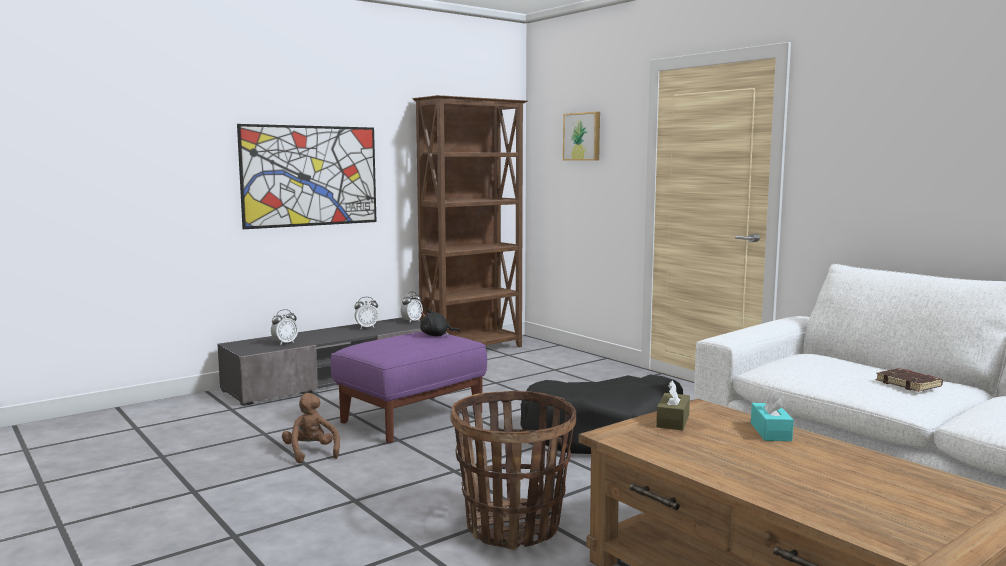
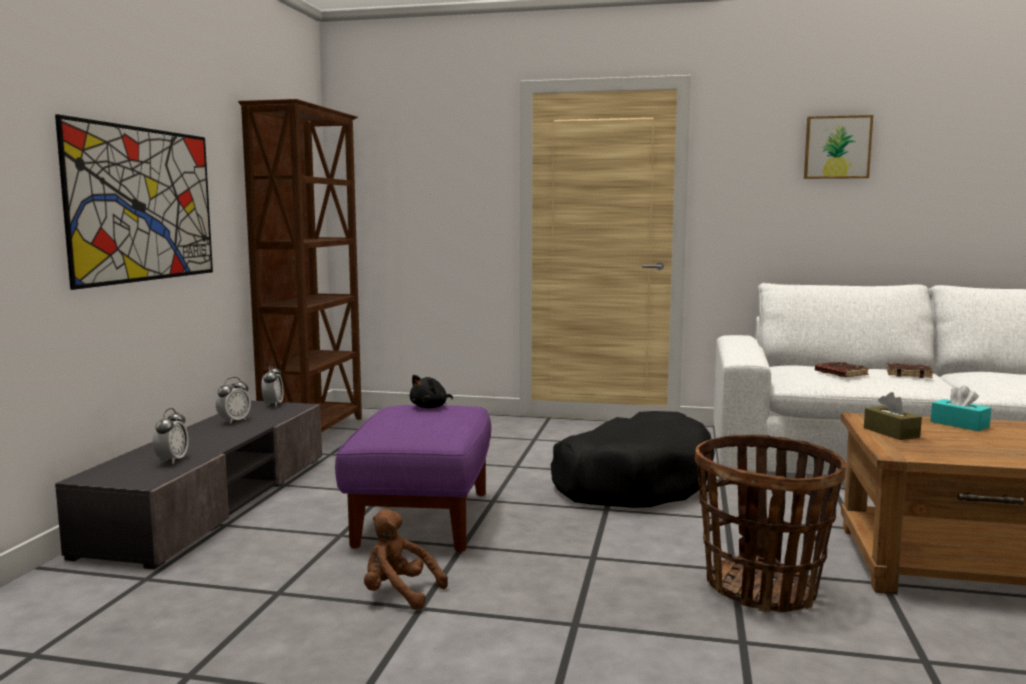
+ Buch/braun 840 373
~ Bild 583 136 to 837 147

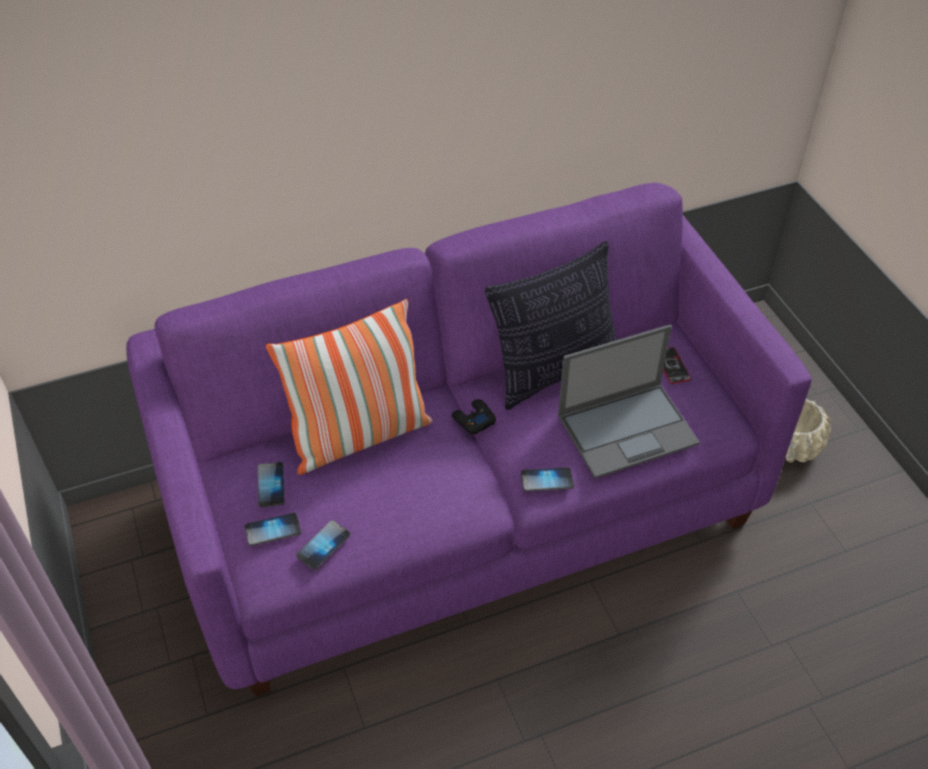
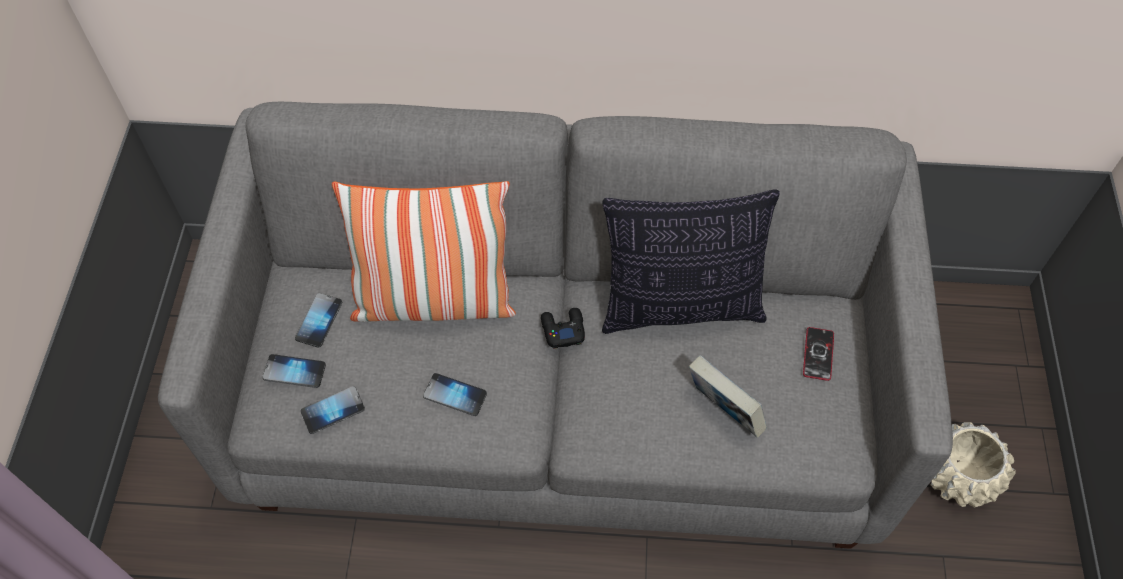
~ Handy 547 480 to 455 395
~ Laptop 628 429 to Buch 723 411
~ Sofa/lila 465 505 to Sofa/grau 563 396

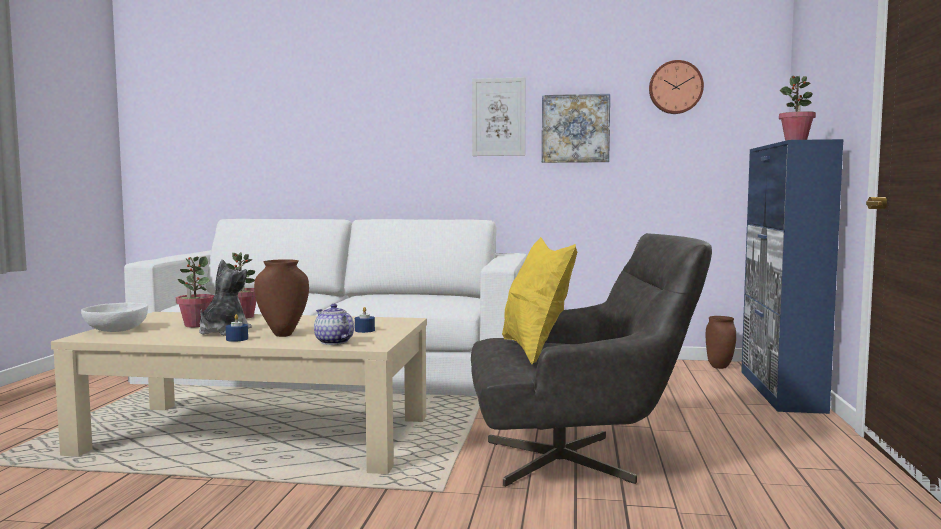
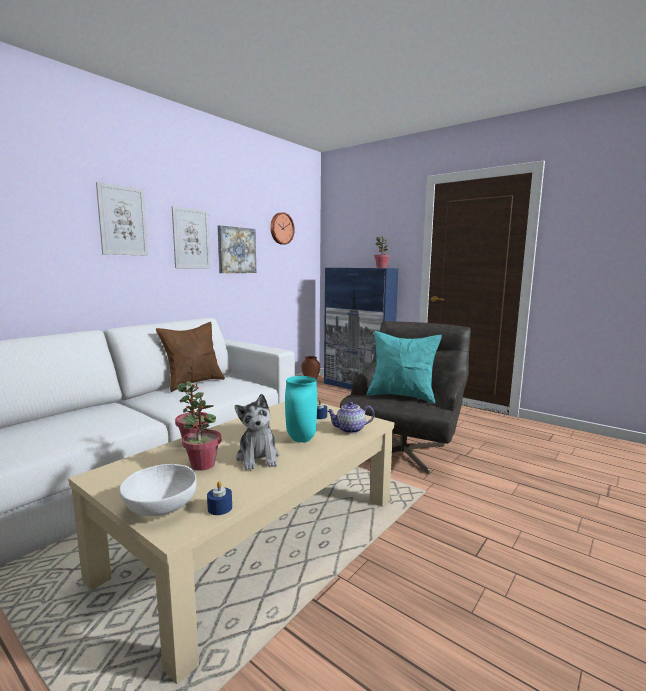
+ Bild 123 221
+ Kissen/braun 193 383
~ Kerze/blau 237 339 to 220 508
~ Vase/braun 283 335 to Vase/türkis 302 439
~ Kissen/gelb 535 350 to Kissen/türkis 402 396
~ Plüschtier 224 332 = 258 457 150 degrees counterclockwise

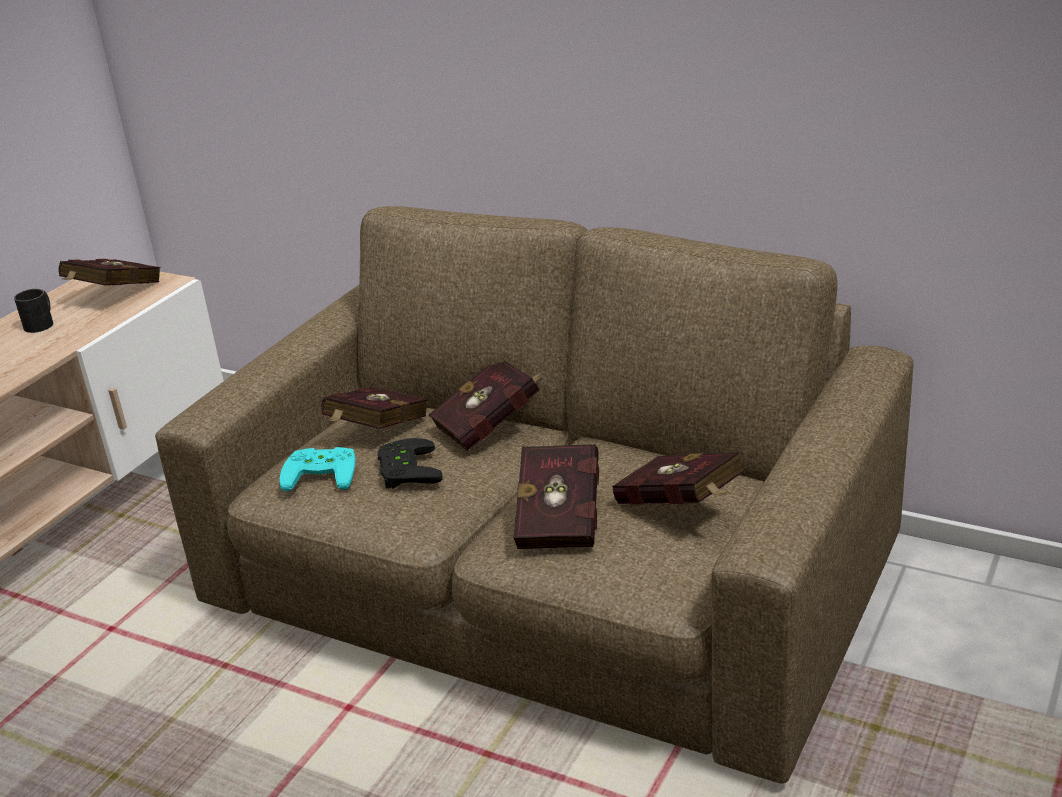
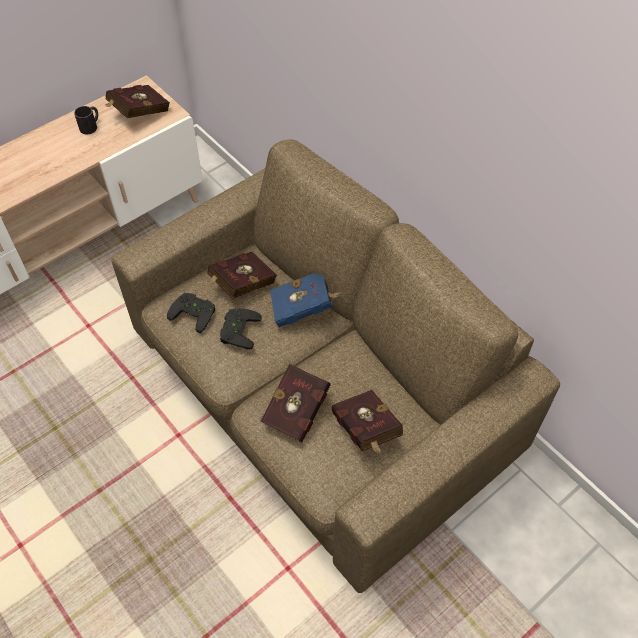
~ Gamepad/türkis 323 472 to Gamepad/schwarz 195 312
~ Buch/rot 491 426 to Buch/blau 304 309

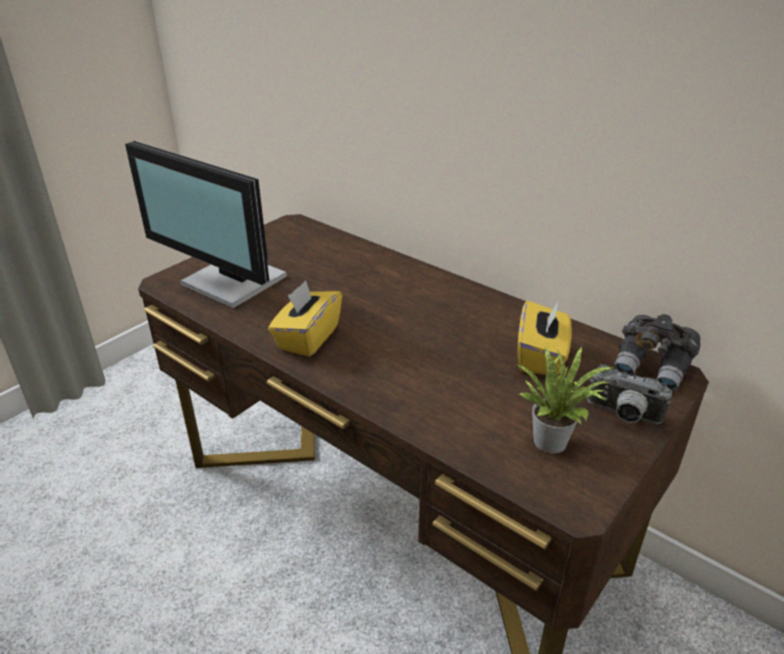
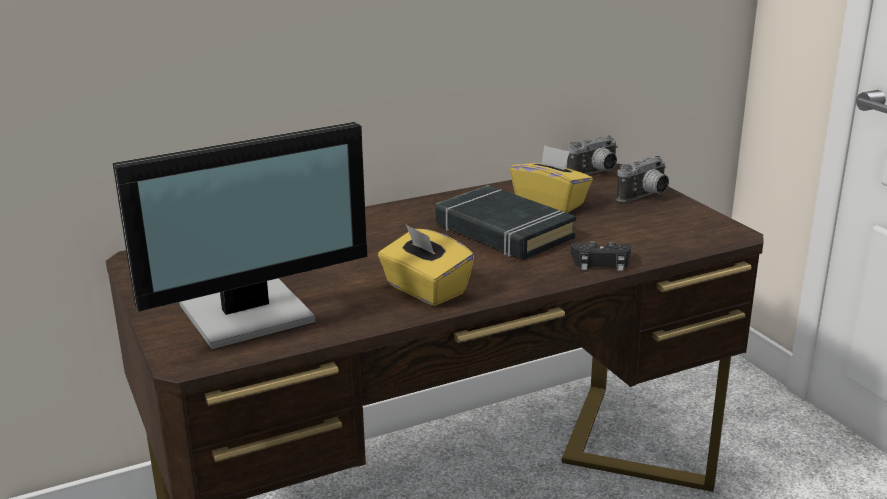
- Topfpflanze 553 439
+ Buch/schwarz 503 232
+ Gamepad/schwarz 601 262
~ Fernglas/grau 652 367 to Kamera 596 174

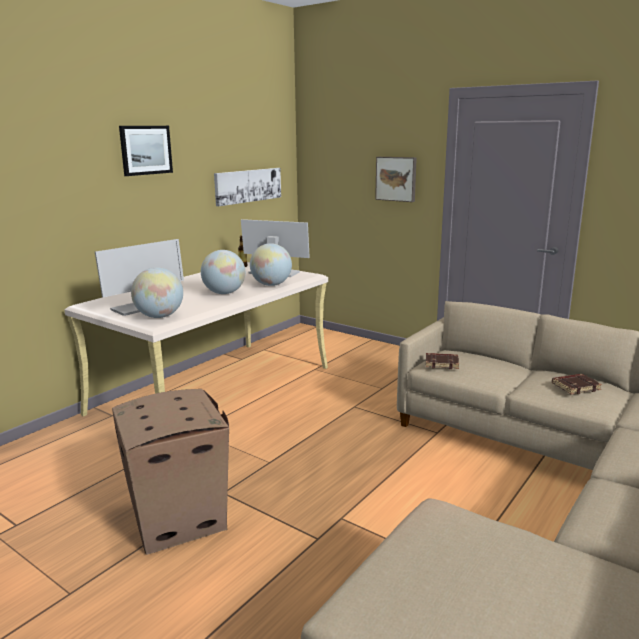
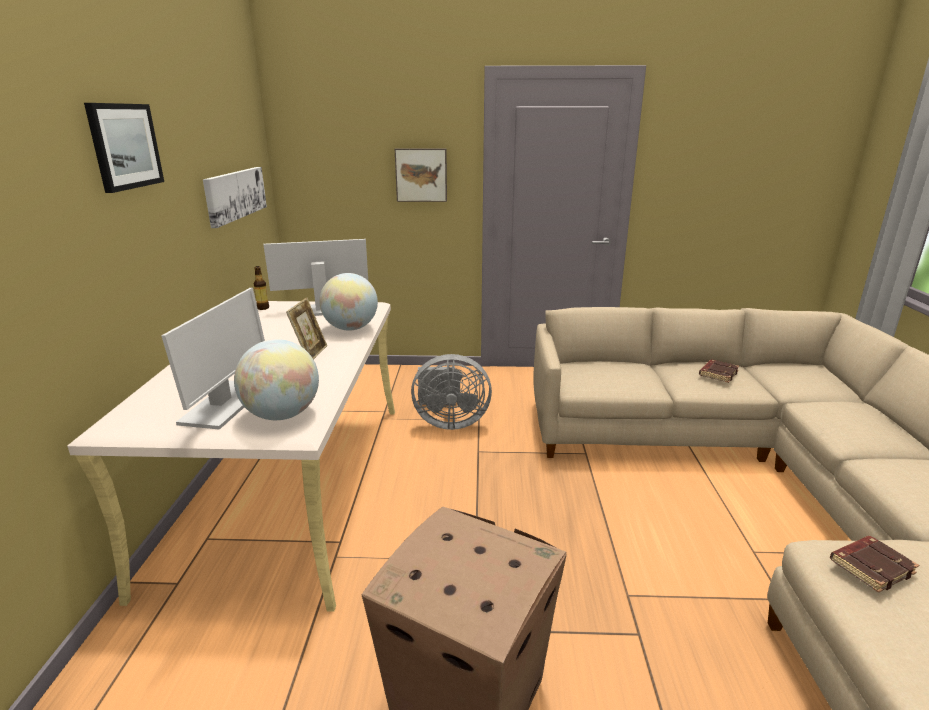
+ Ventilator/grau 448 422
~ Buch/braun 442 363 to 871 566
~ Globus 224 293 to Bilderrahmen 310 354

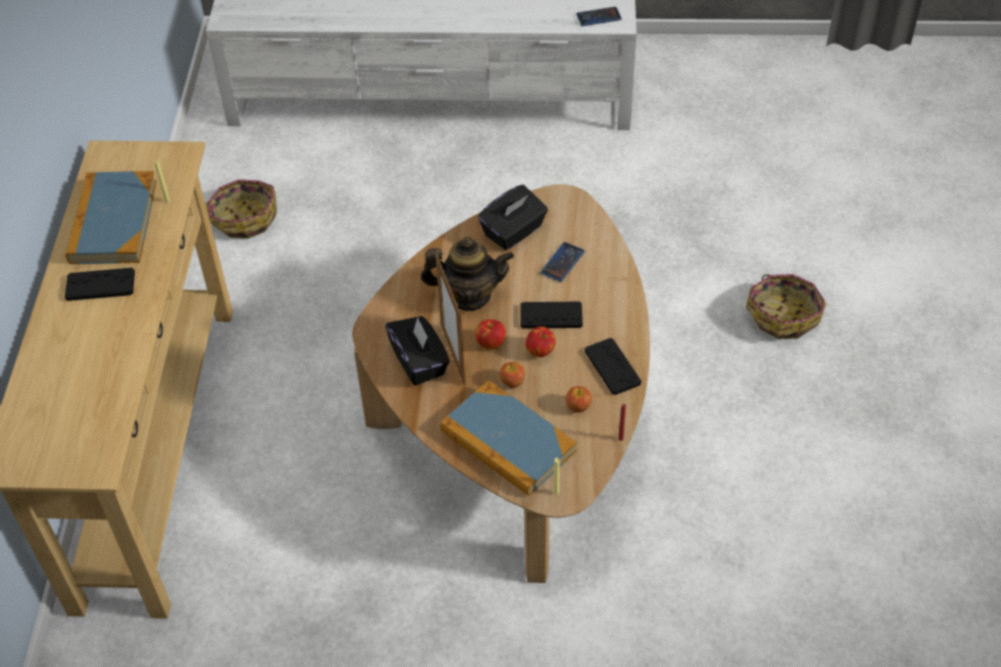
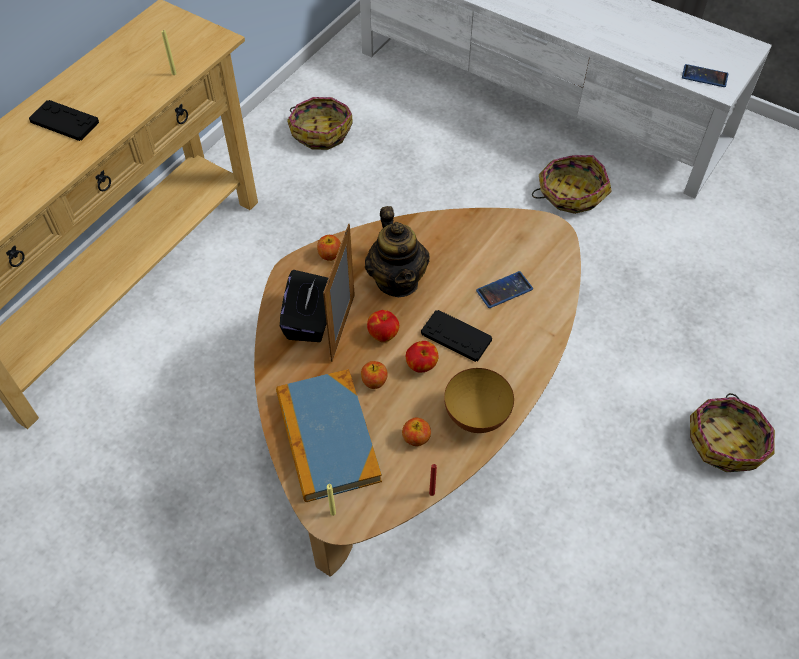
- Buch 113 221
- Taschentuchbox/schwarz 514 232
+ Apfel 330 255
+ Korb 570 193
~ Gamepad/schwarz 612 367 to Schüssel 476 416
~ Teekanne 469 296 = 397 280 45 degrees clockwise

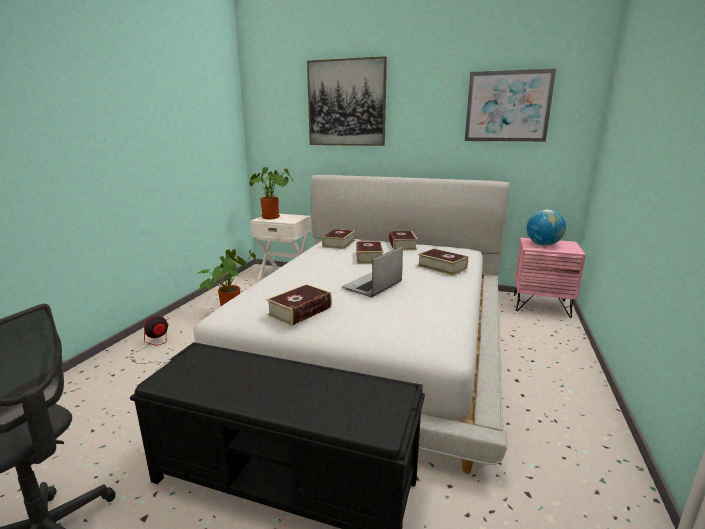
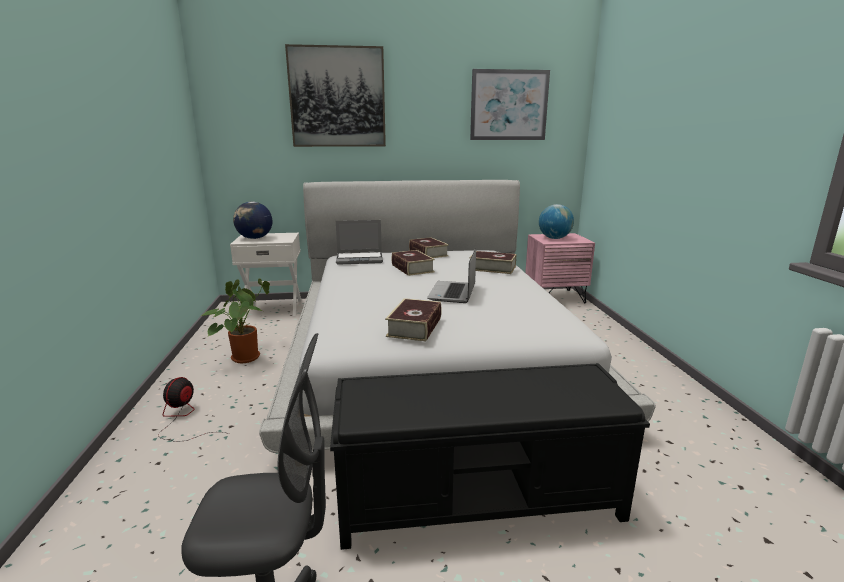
~ Topfpflanze 272 217 to Globus 254 238
~ Buch 339 243 to Laptop 360 259

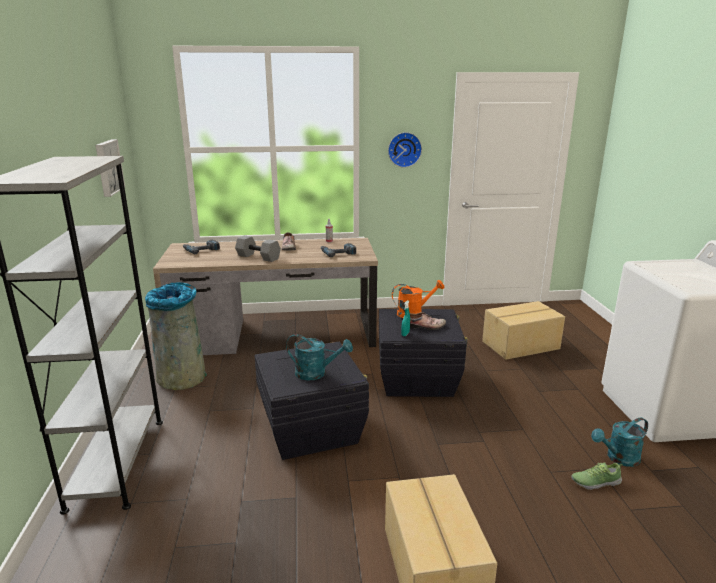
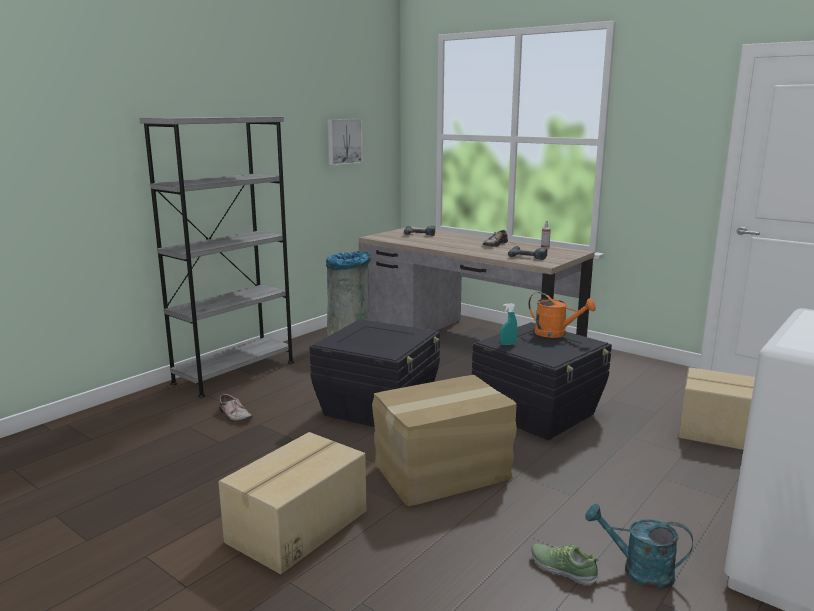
- Hantel/grau 257 257
- Gießkanne/türkis 316 373
- Wanduhr 404 149
+ Karton 443 472
~ Schuh 425 326 to 234 416

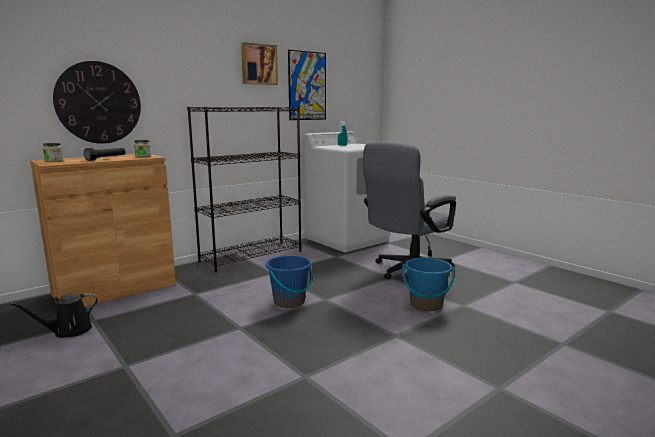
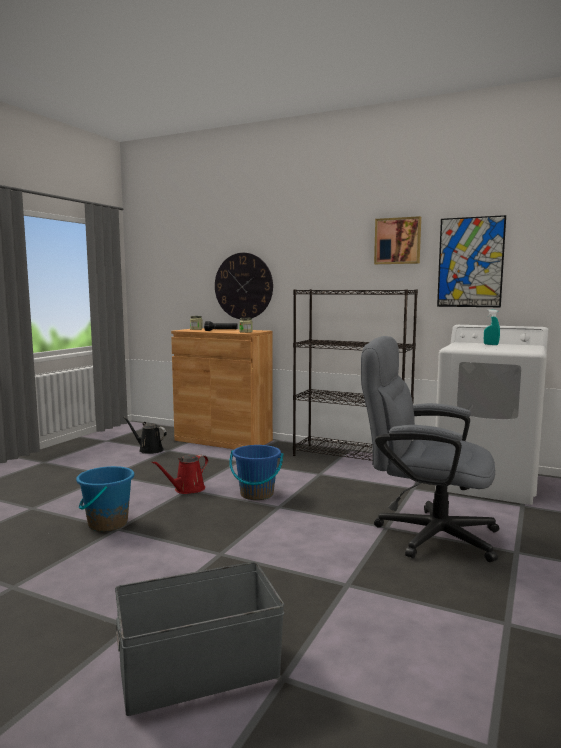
+ Aufbewahrungsbox/grau 200 672
+ Gießkanne/rot 187 489
~ Eimer/blau 426 305 to 107 523

